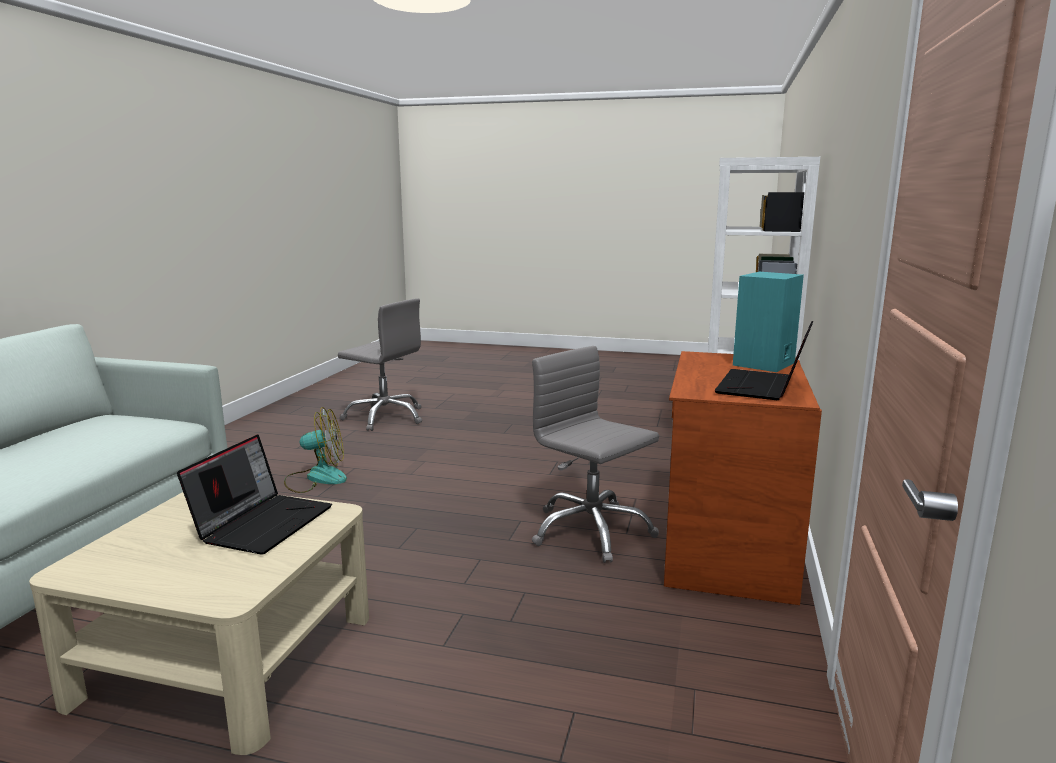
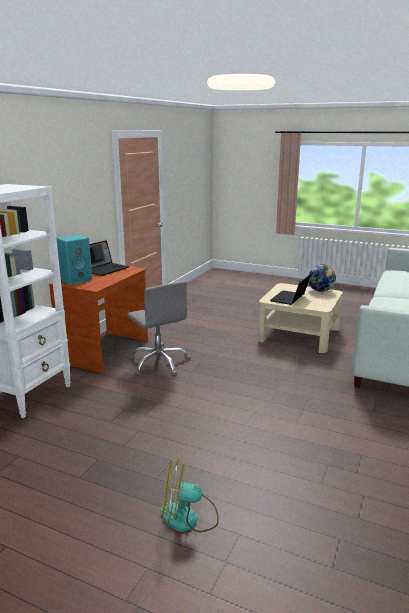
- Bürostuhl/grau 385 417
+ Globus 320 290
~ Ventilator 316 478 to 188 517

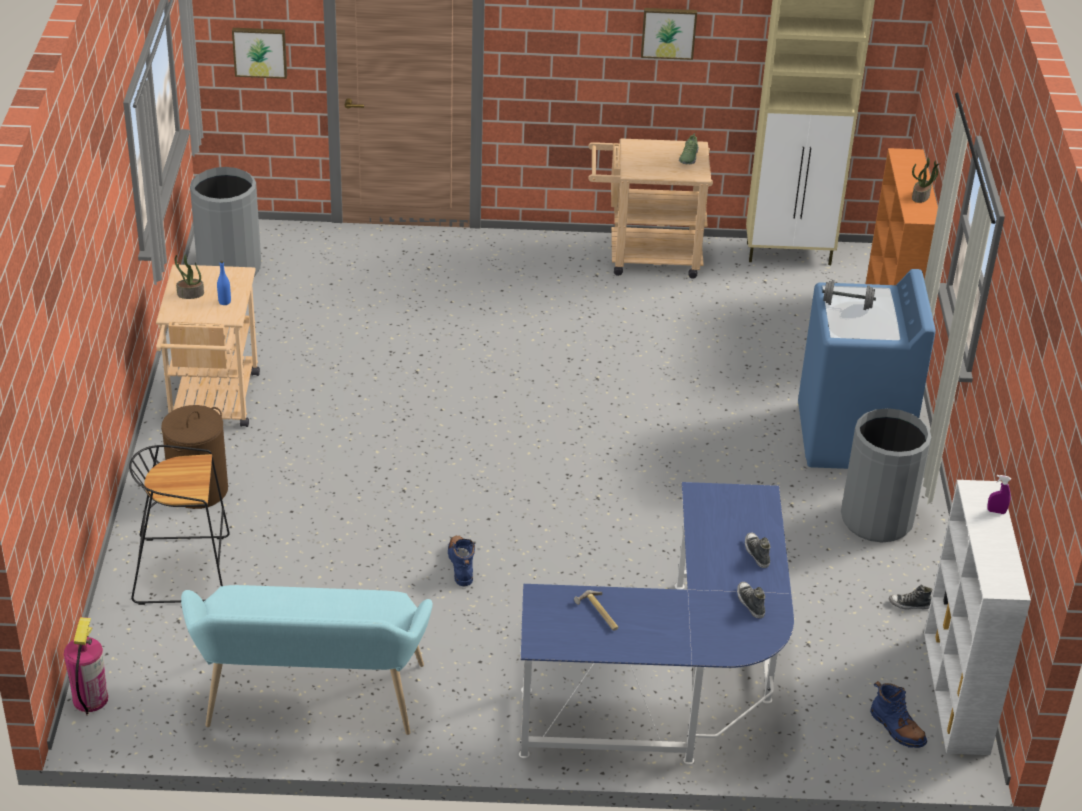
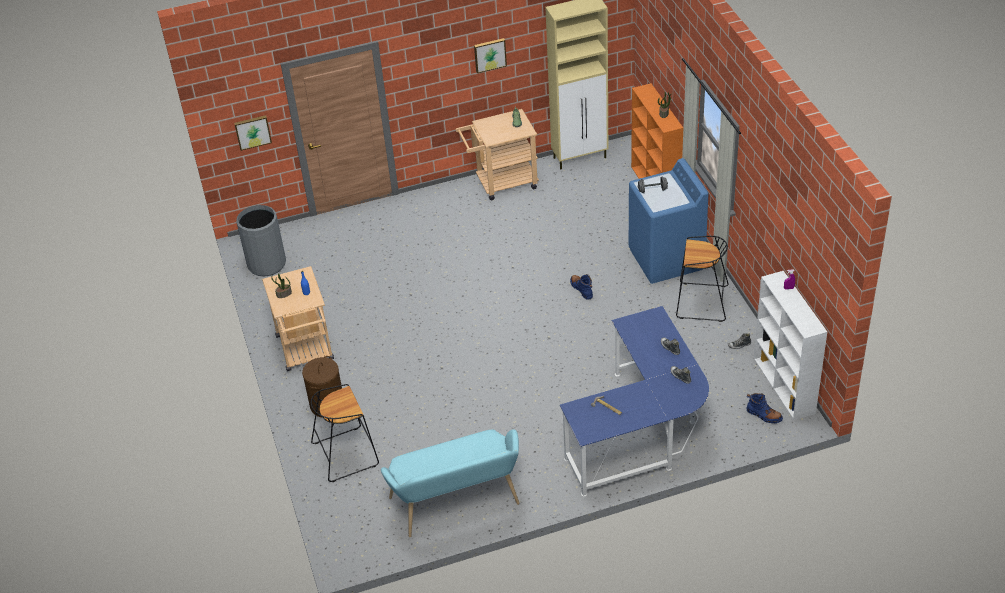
- Feuerlöscher 90 699
~ Stiefel/blau 461 565 to 581 289
~ Mülleimer/grau 877 519 to Hocker/schwarz 700 302

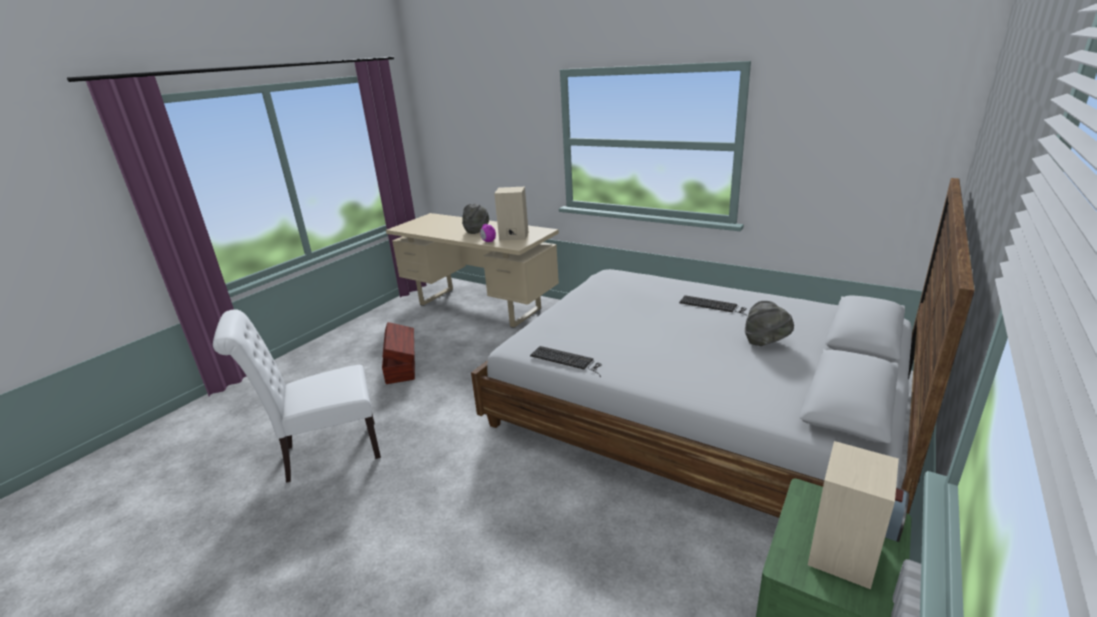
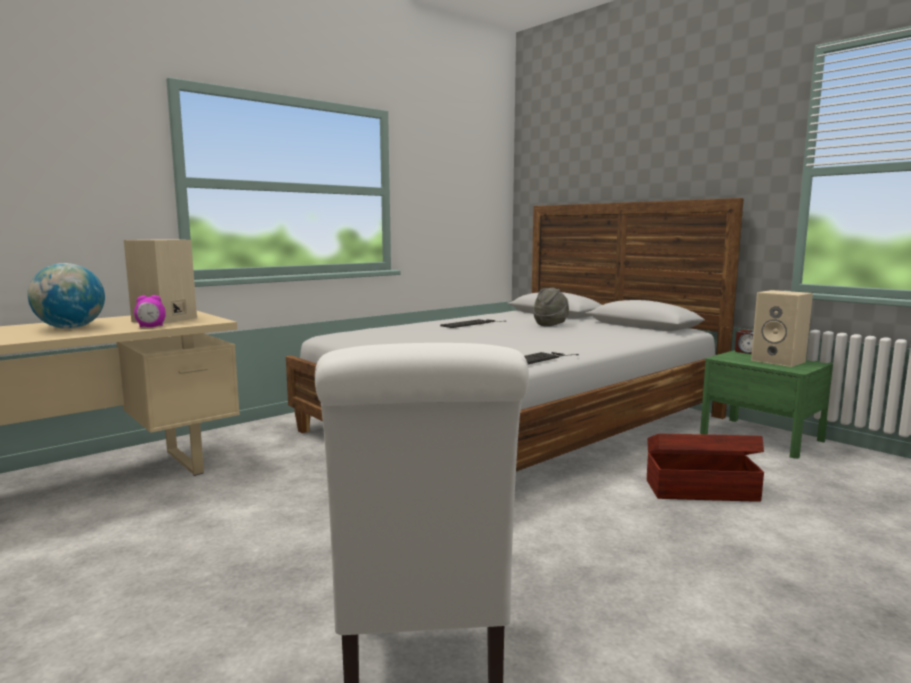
~ Aufbewahrungsbox/braun 401 366 to 699 490
~ Hut/grau 477 230 to Globus 71 328

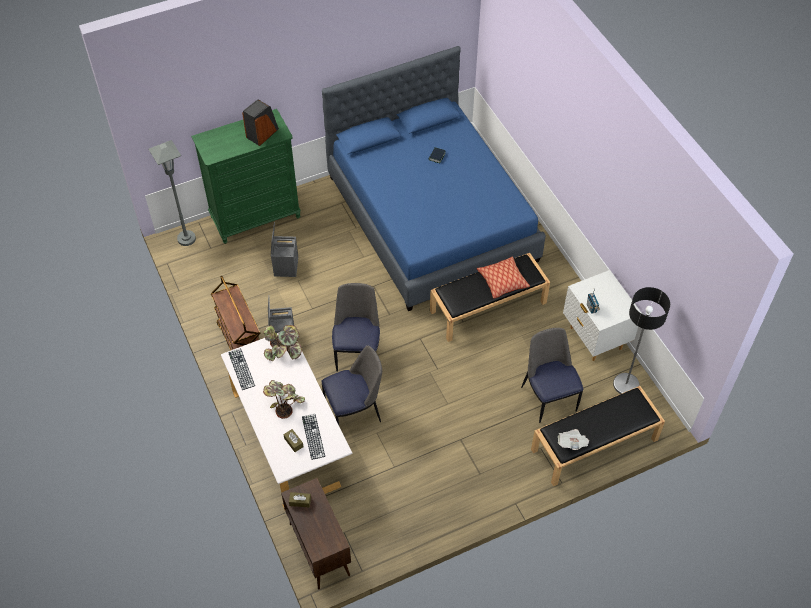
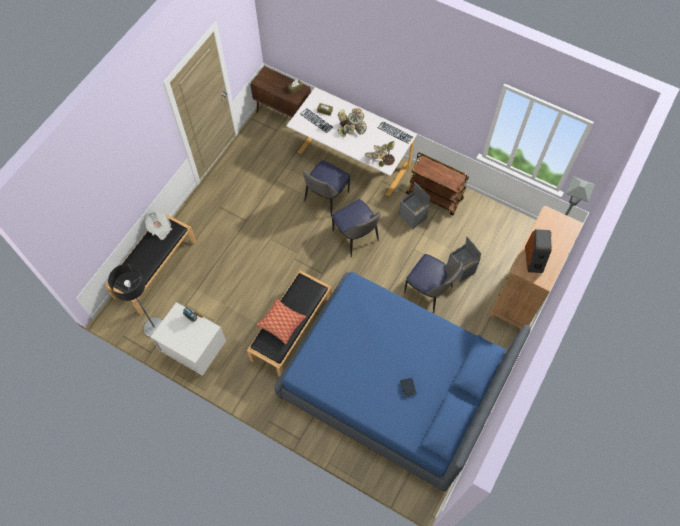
~ Stuhl 548 397 to 429 291
~ Kommode/grün 256 217 to Kommode/braun 521 295

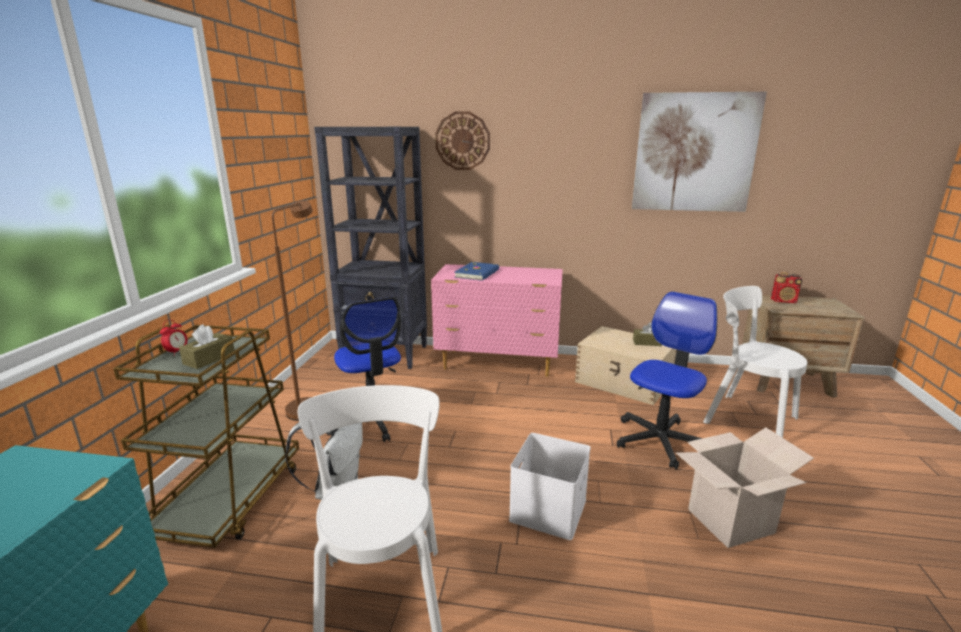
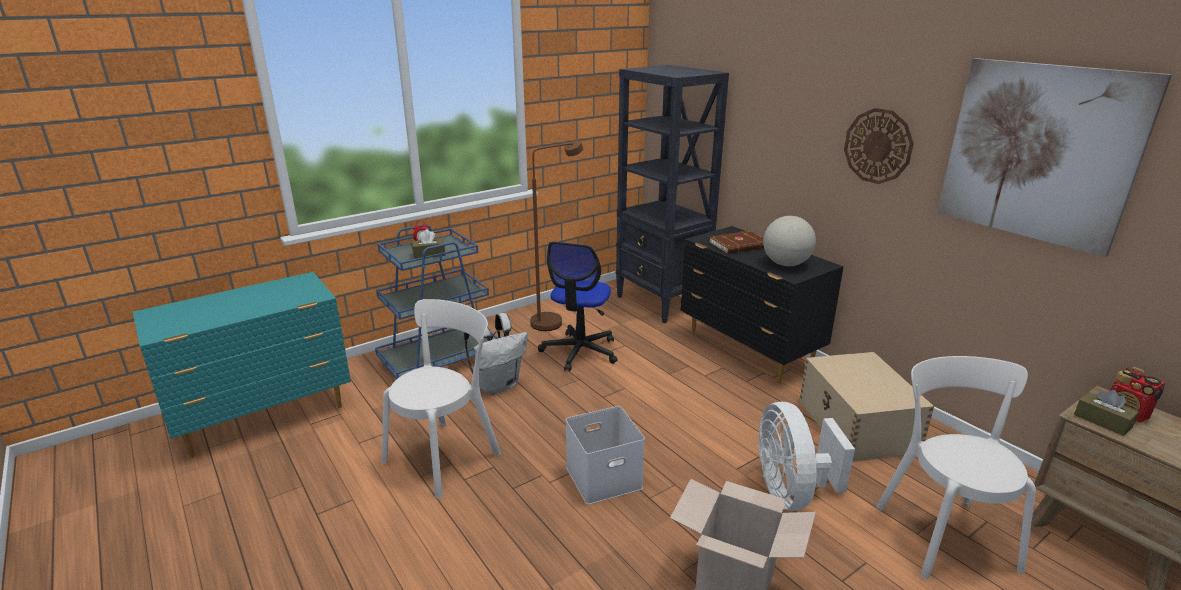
+ Globus 786 264
~ Wanduhr 462 141 to 878 146
~ Taschentuchbox/braun 647 342 to 1102 421
~ Bürostuhl 660 441 to Ventilator/weiß 791 492
~ Rollwagen/braun 230 500 to Rollwagen/blau 441 361
~ Kommode/rosa 499 364 to Kommode/schwarz 749 351
~ Buch/blau 478 273 to Buch/braun 739 245

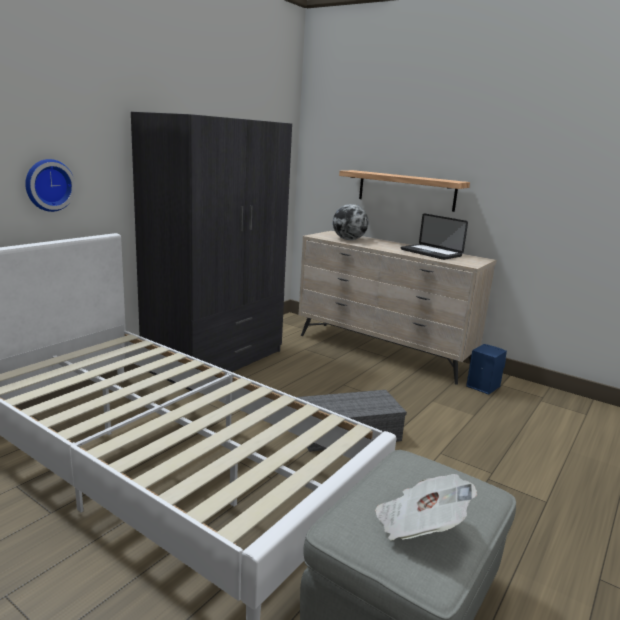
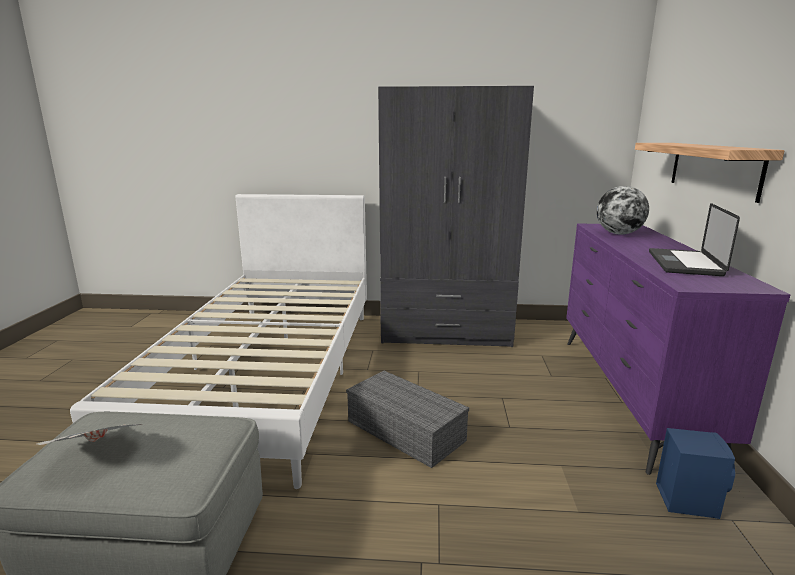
- Wanduhr 48 185
~ Kommode/beige 383 351 to Kommode/lila 630 395

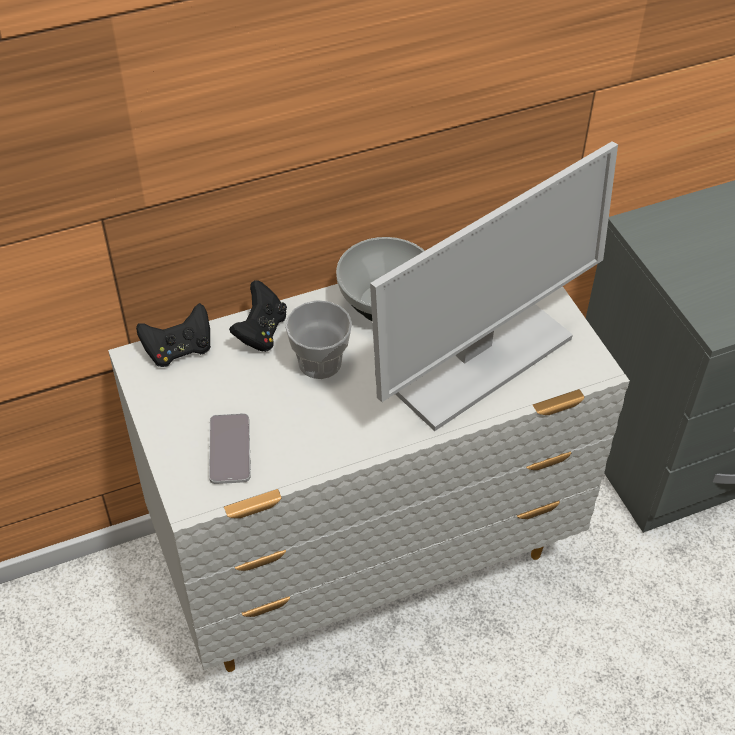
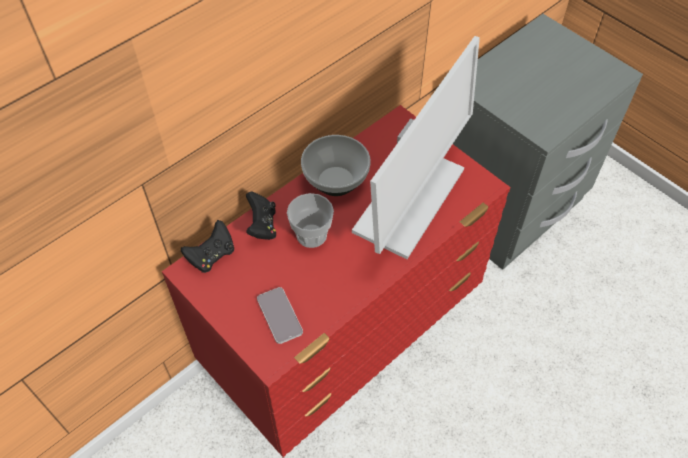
~ Kommode/weiß 368 558 to Kommode/rot 345 342

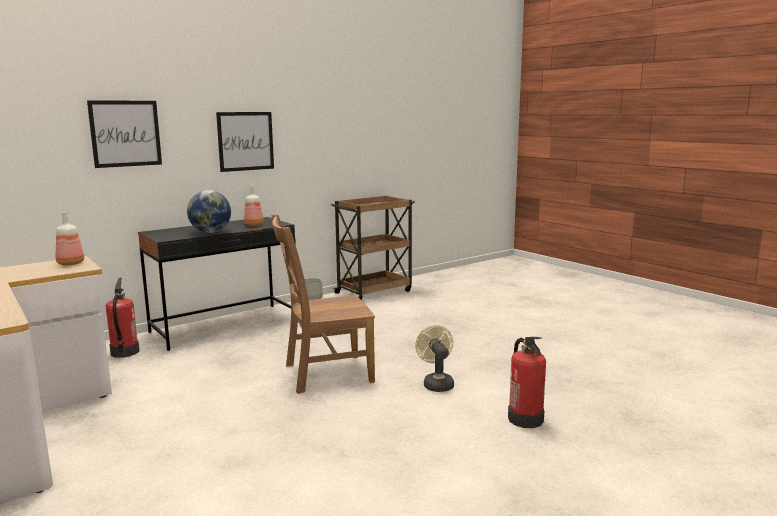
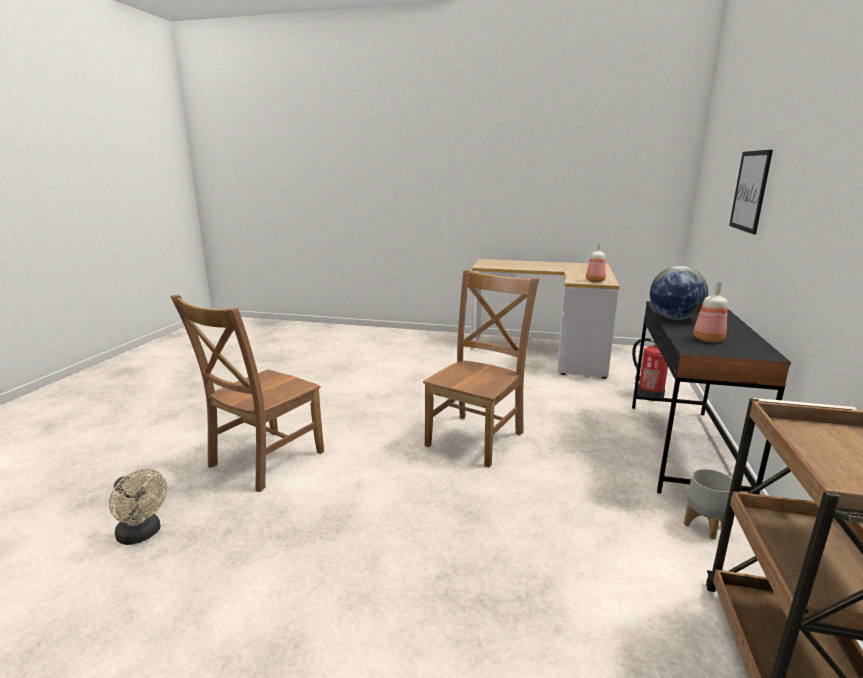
- Bild 245 141
~ Ventilator/beige 436 383 to 142 534
~ Feuerlöscher 525 419 to Stuhl/braun 263 461

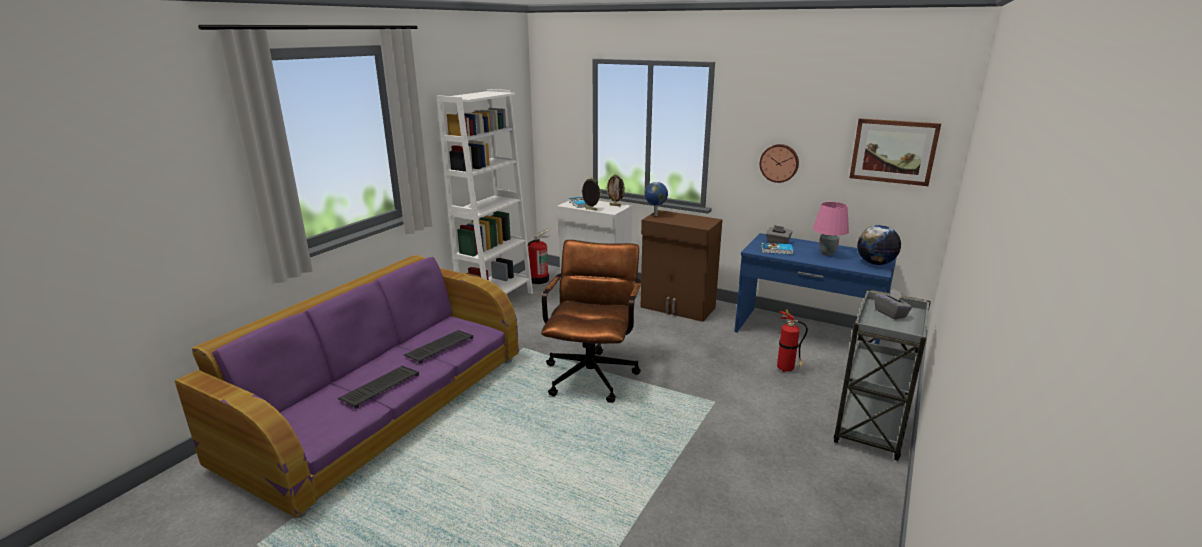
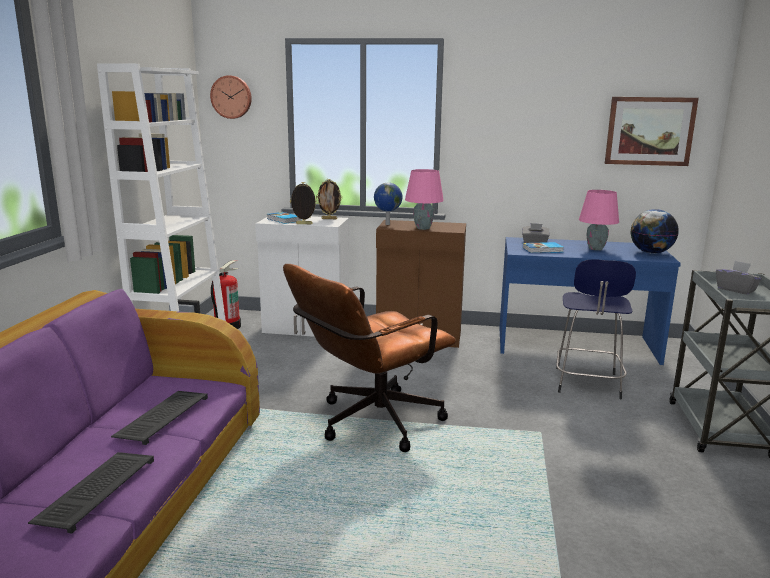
+ Tischlampe/rosa 423 228
~ Wanduhr 779 163 to 231 97
~ Feuerlöscher 787 370 to Hocker/blau 587 384
~ Bürostuhl/braun 592 372 = 370 423 120 degrees counterclockwise

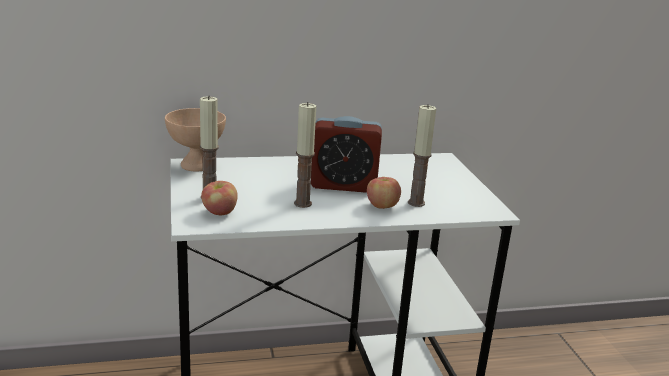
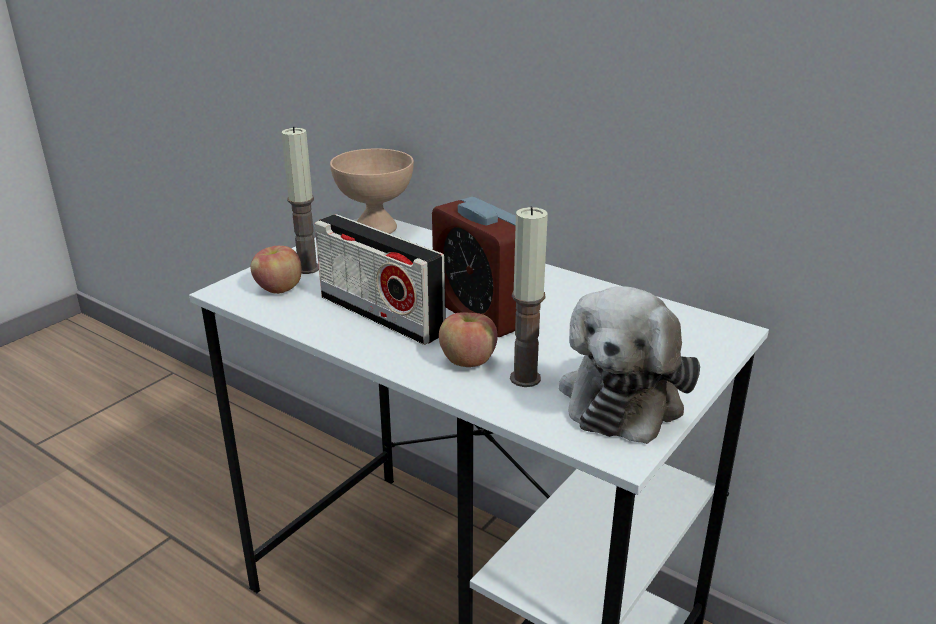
+ Plüschtier 624 395
~ Kerze 302 203 to Radio 381 315

